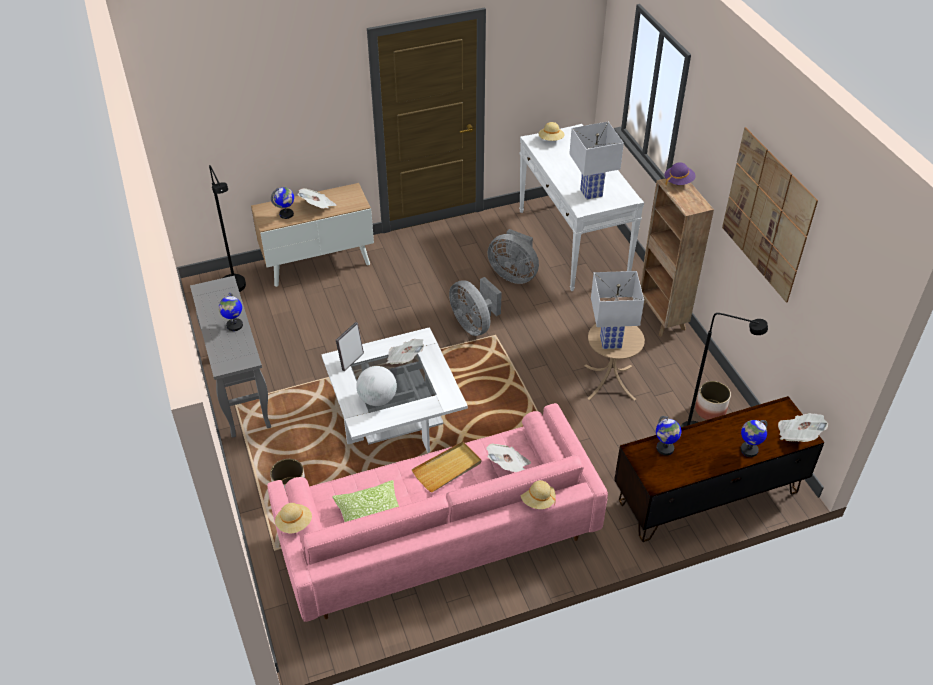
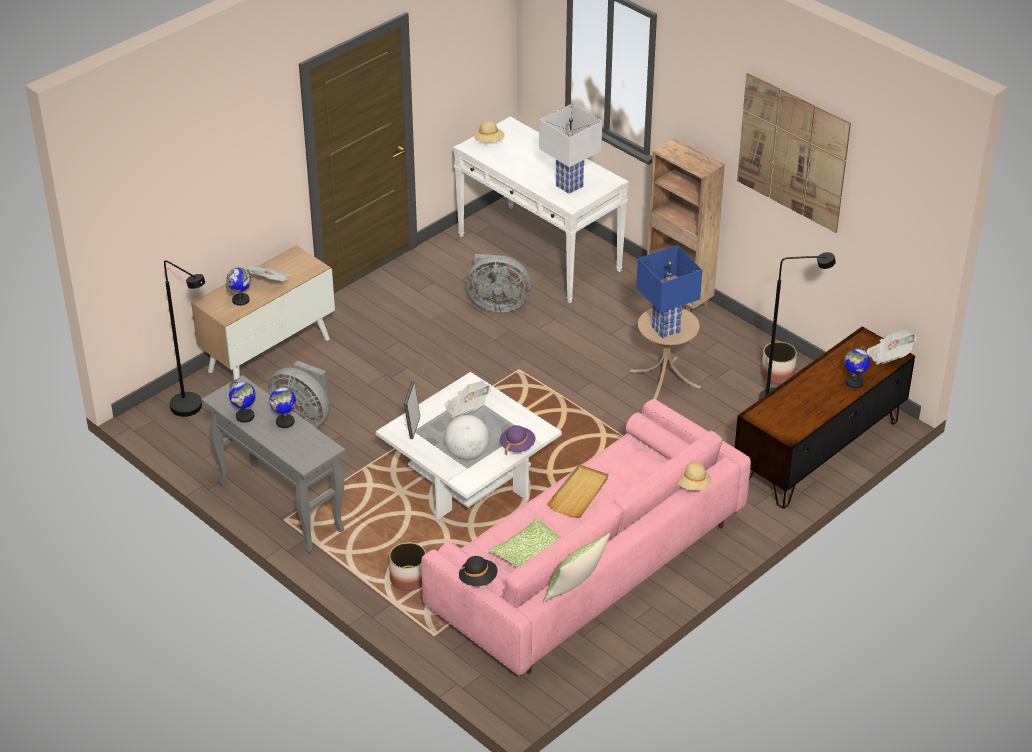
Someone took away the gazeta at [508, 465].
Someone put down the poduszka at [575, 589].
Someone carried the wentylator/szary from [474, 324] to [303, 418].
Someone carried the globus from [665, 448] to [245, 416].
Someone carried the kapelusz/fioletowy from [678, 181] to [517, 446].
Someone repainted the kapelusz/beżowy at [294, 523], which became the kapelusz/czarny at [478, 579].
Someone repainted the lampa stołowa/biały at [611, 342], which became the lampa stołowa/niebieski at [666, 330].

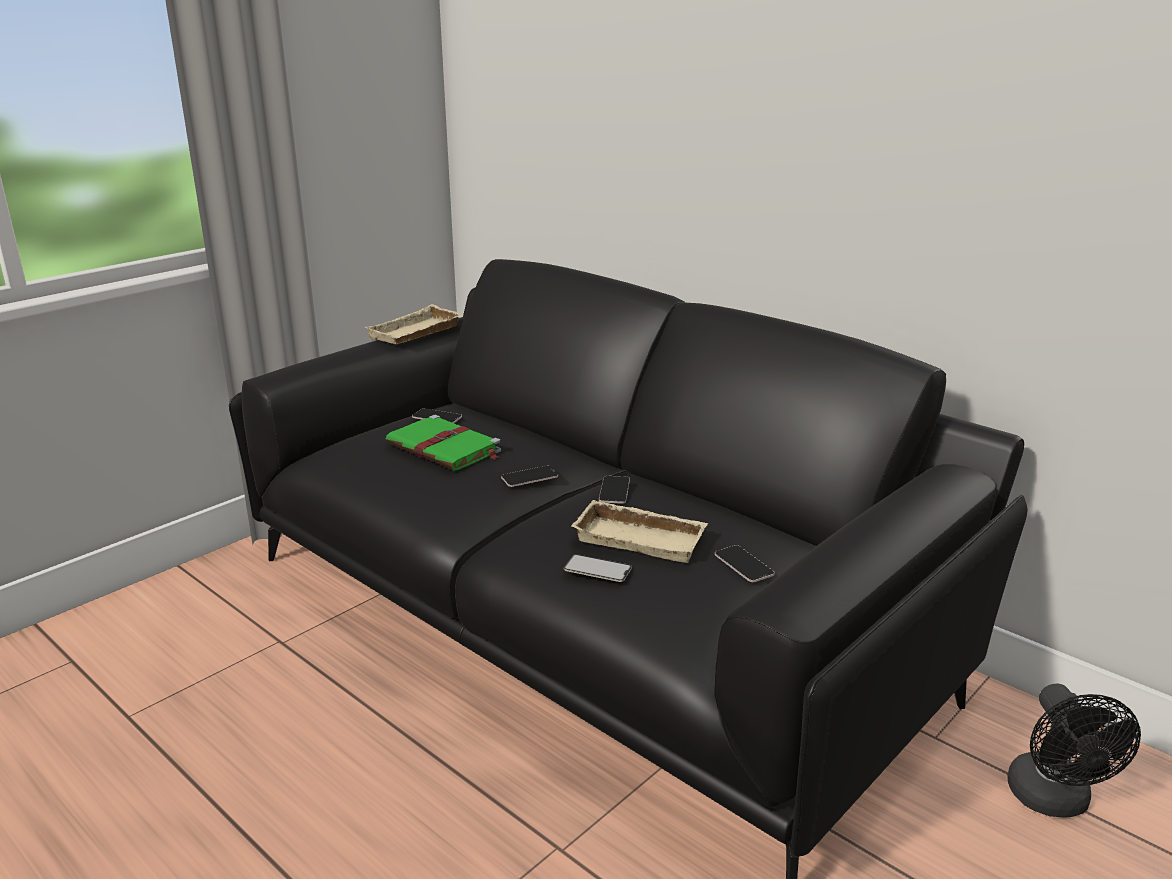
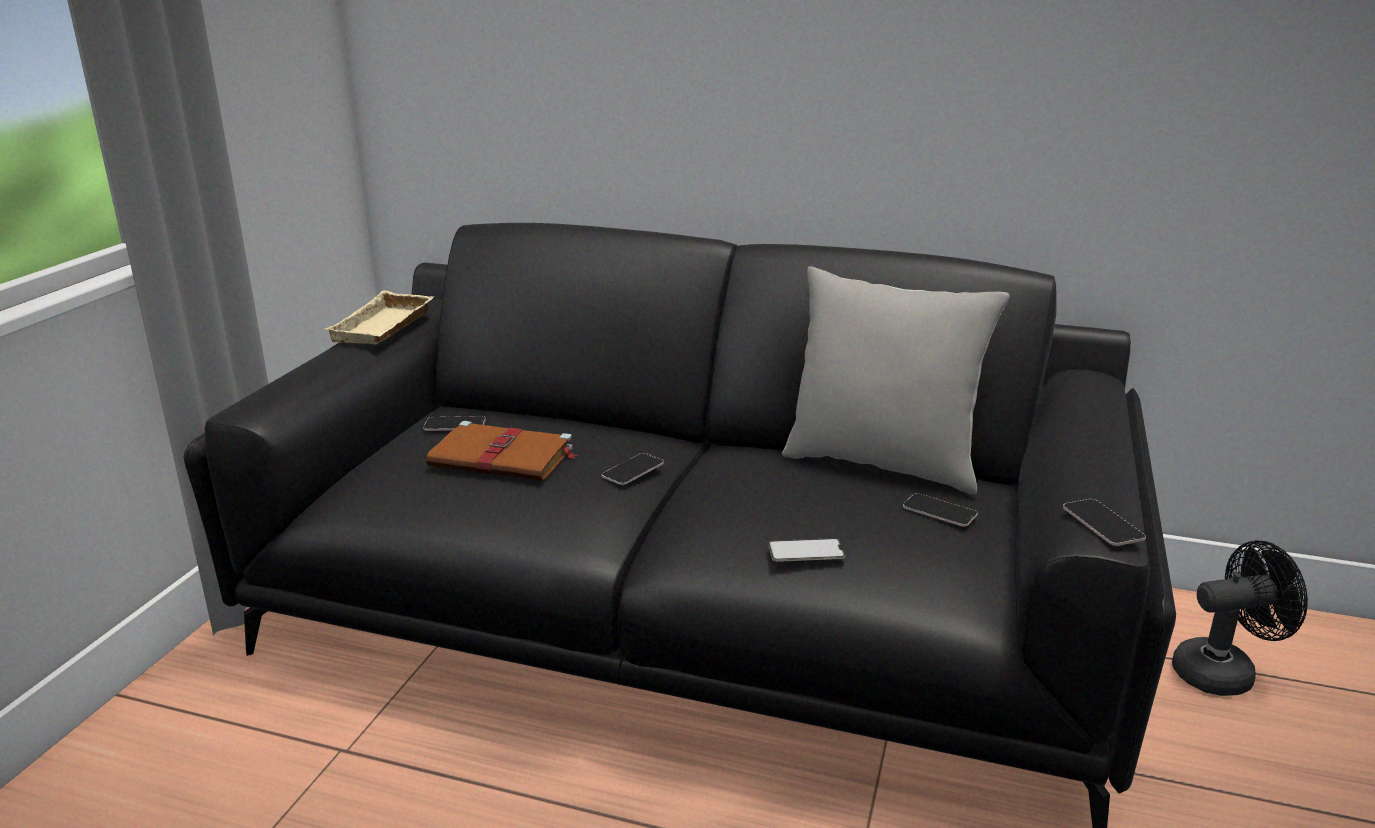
Someone took away the taca/beżowy at [642, 538].
Someone put down the poduszka/szary at [882, 463].
Someone carried the telefon from [614, 490] to [1102, 523].
Someone repainted the książka/zielony at [445, 448], which became the książka/brązowy at [504, 457].
Someone rotated the wentylator/czarny at [1054, 802] by 75 degrees counterclockwise.

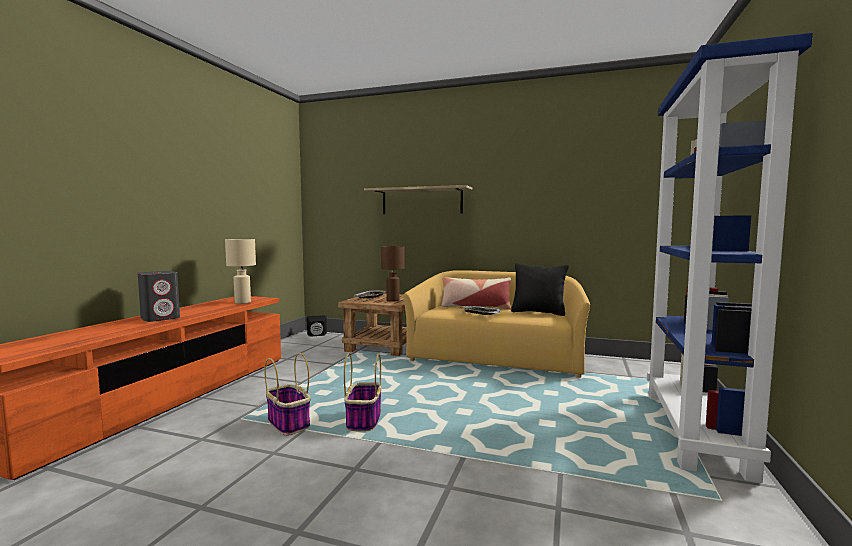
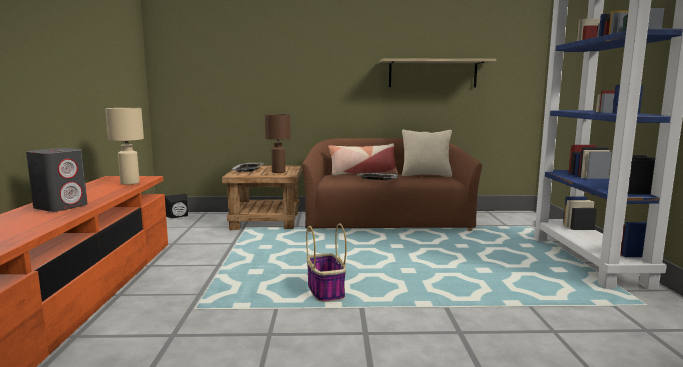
Someone took away the koszyk at [289, 424].
Someone carried the półka from [421, 201] to [432, 74].
Someone repainted the kanapa/żółty at [496, 358], which became the kanapa/brązowy at [386, 222].
Someone repainted the poduszka/czarny at [538, 312], which became the poduszka/beżowy at [426, 175].

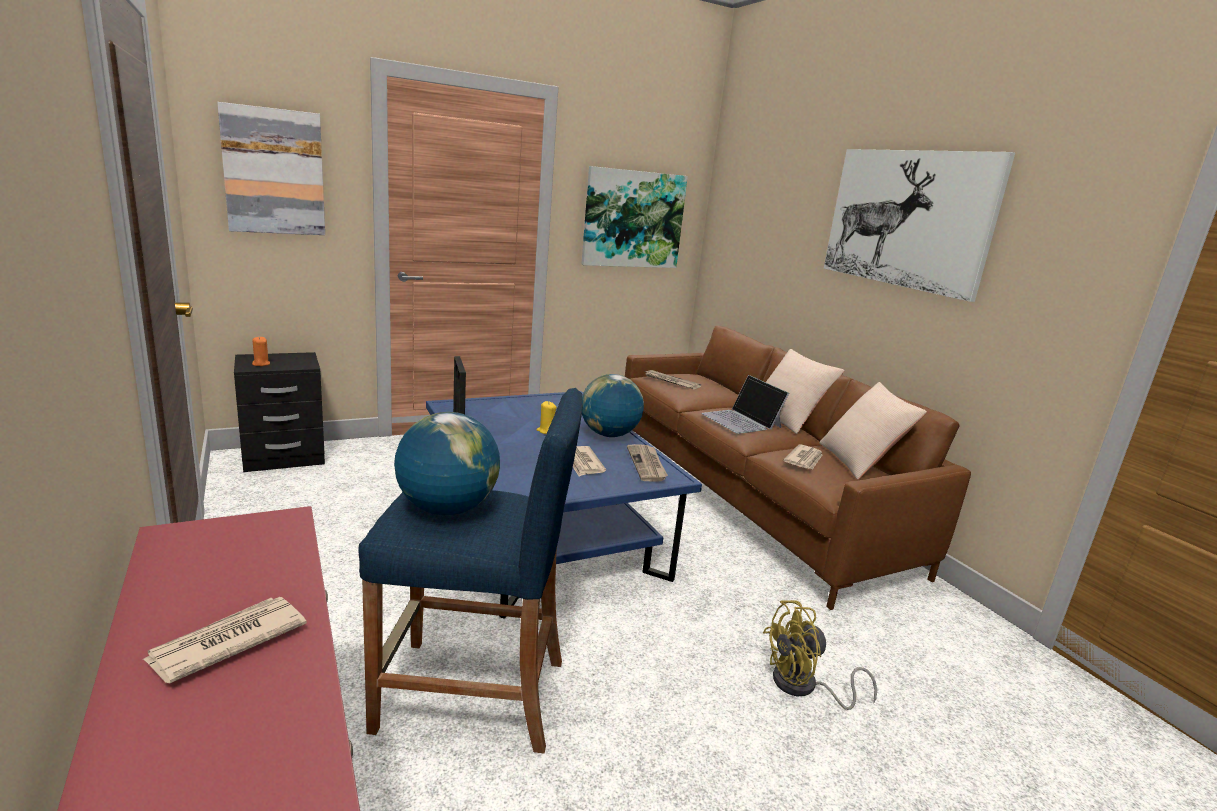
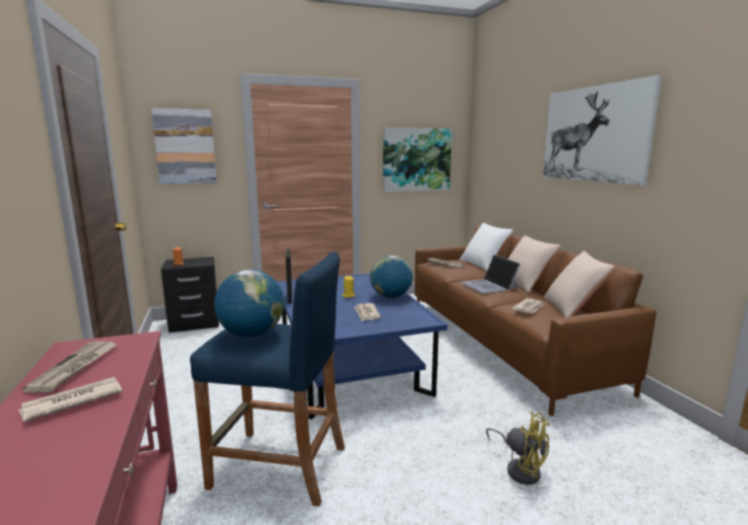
Someone put down the poduszka/biały at [484, 264].
Someone carried the gazeta from [647, 465] to [75, 368].
Someone rotated the wentylator/żółty at [803, 687] by 135 degrees counterclockwise.

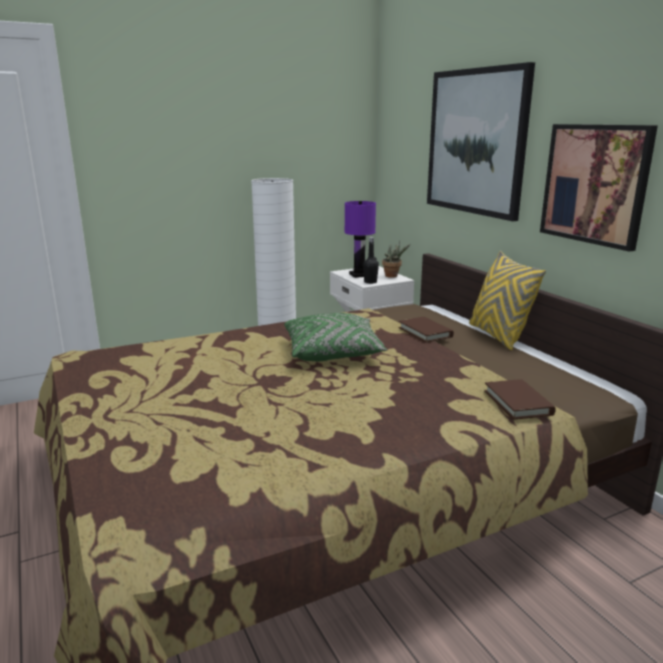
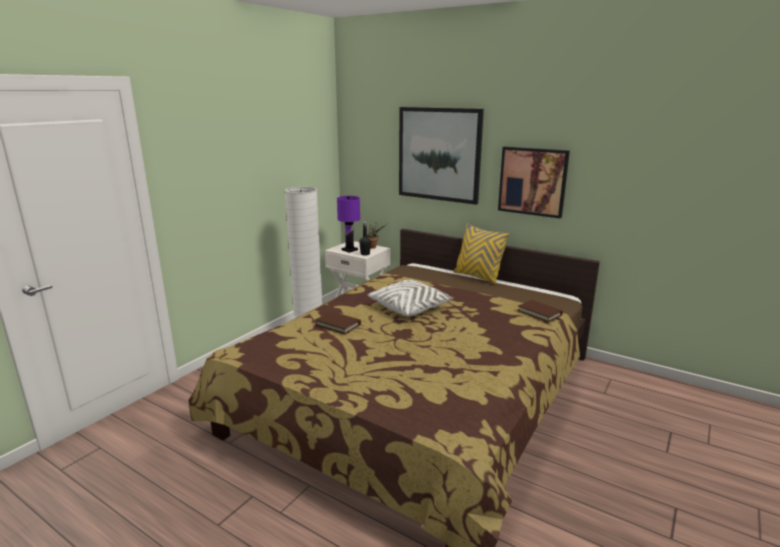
Someone carried the książka/brązowy from [425, 332] to [338, 325].
Someone repainted the poduszka/zielony at [333, 352], which became the poduszka/biały at [410, 307].

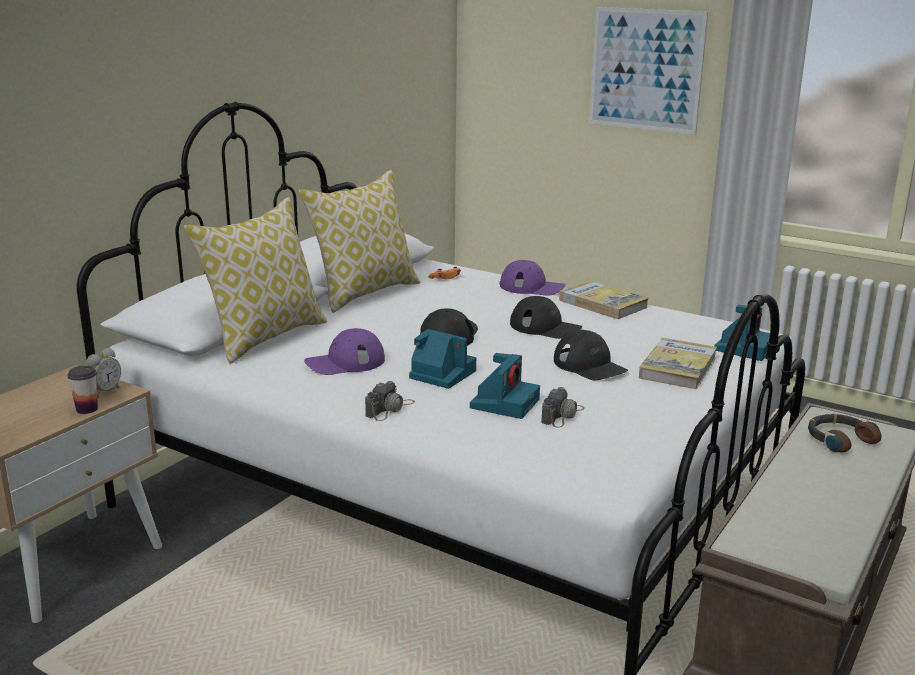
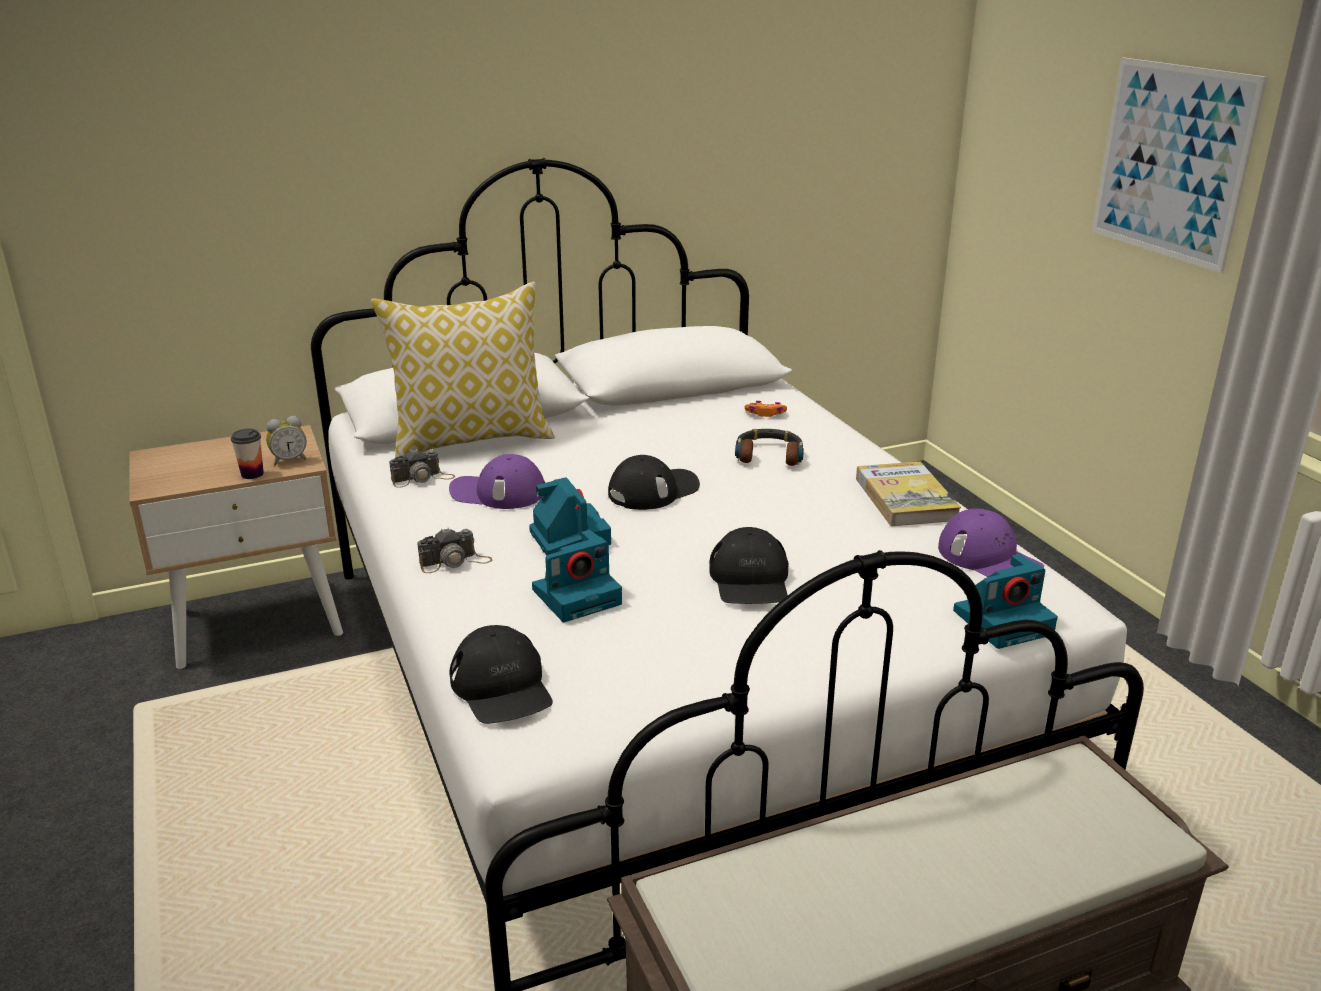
Someone took away the poduszka at [364, 293].
Someone took away the książka at [678, 367].
Someone carried the czapka z daszkiem/fioletowy from [532, 287] to [989, 558].
Someone carried the czapka z daszkiem/czarny from [545, 327] to [502, 687].
Someone carried the aparat fotograficzny from [563, 415] to [422, 478].
Someone carried the słuchawki from [839, 439] to [769, 455].

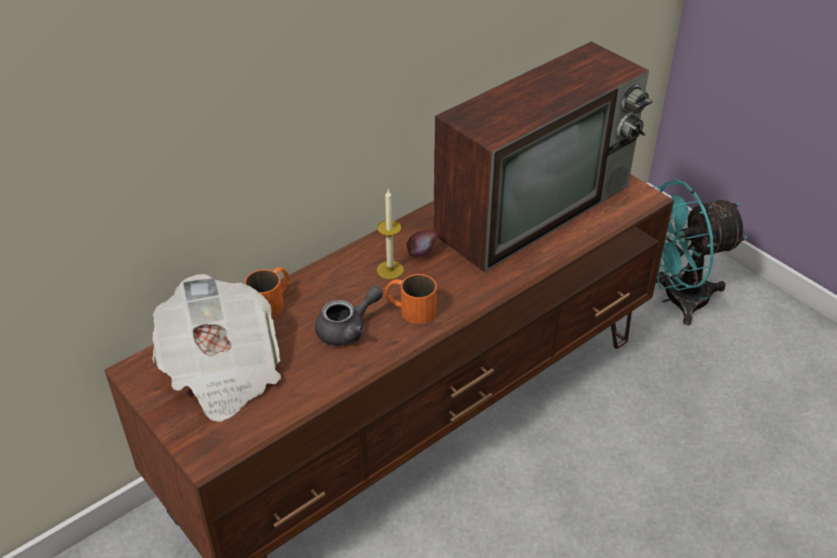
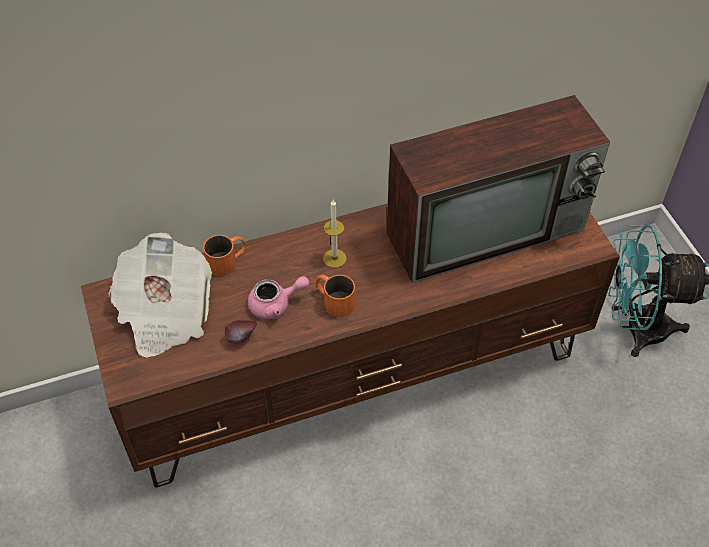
Someone carried the jabłko from [422, 253] to [241, 338].
Someone repainted the imbryk/szary at [348, 329], which became the imbryk/różowy at [276, 304].

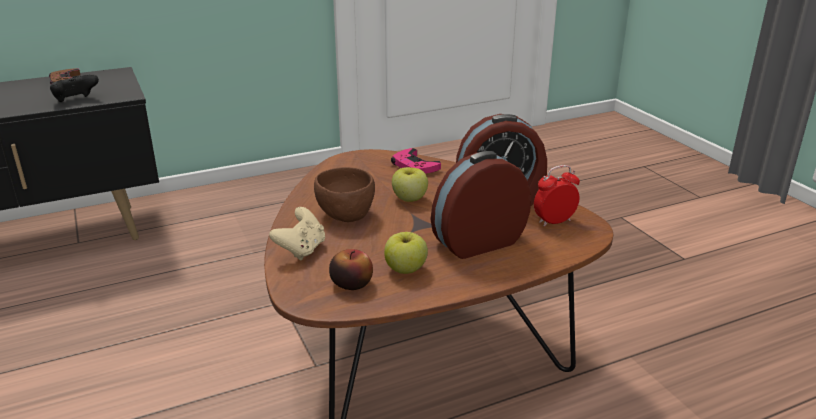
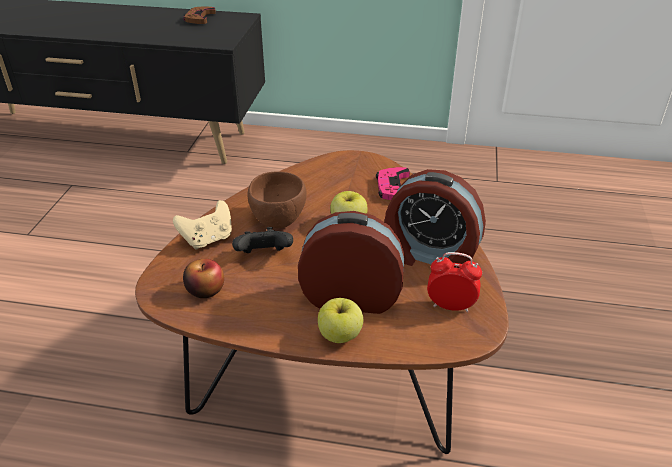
Someone carried the pad do gier/czarny from [76, 101] to [264, 256].
Someone carried the jabłko from [406, 269] to [340, 335].

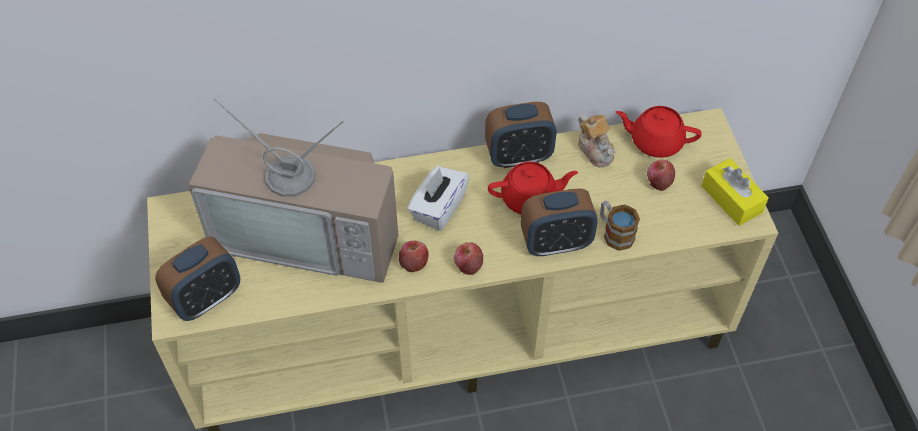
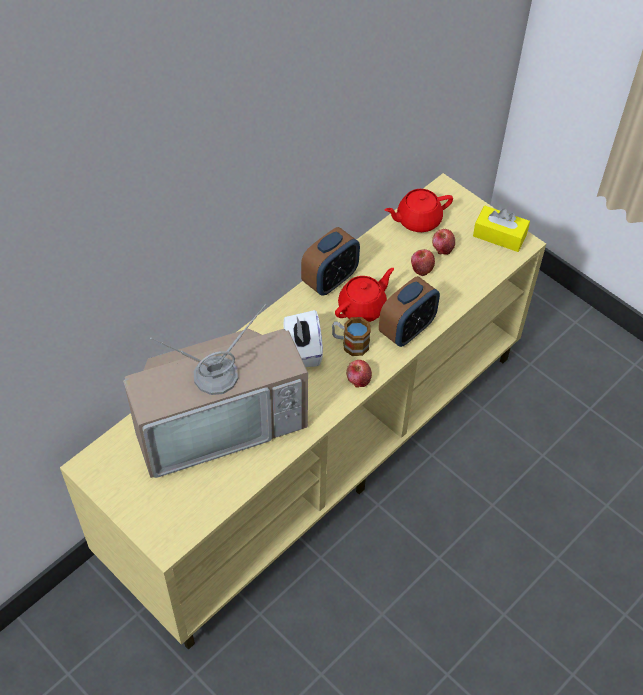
Someone took away the budzik at [206, 298].
Someone took away the imbryk at [595, 150].
Someone carried the jabłko from [414, 262] to [421, 268].
Someone carried the kubek from [614, 233] to [350, 343].

